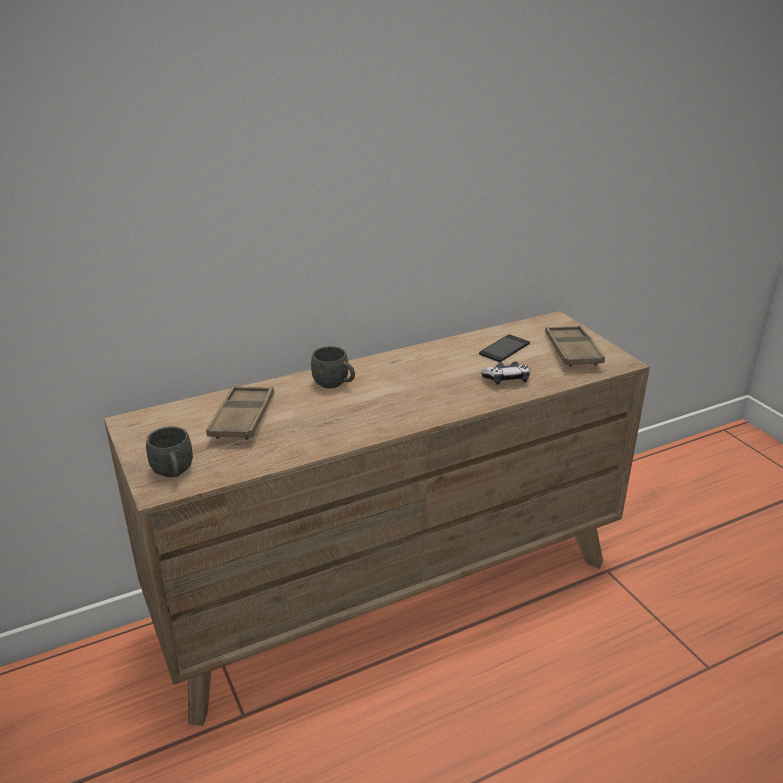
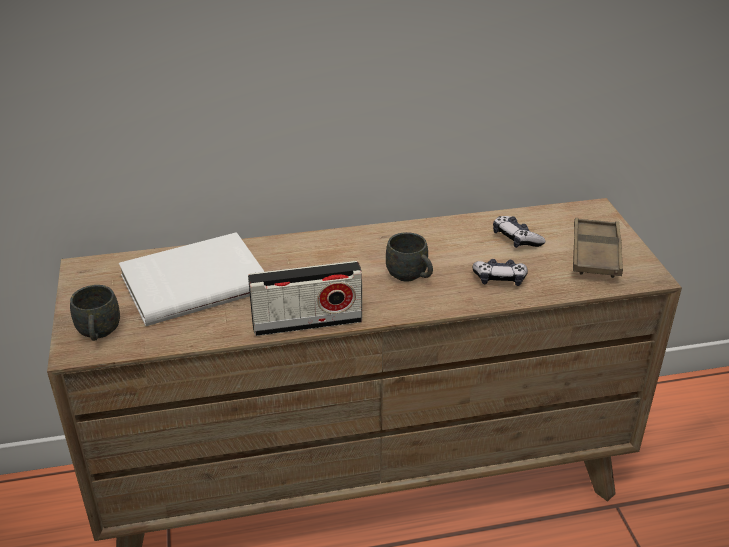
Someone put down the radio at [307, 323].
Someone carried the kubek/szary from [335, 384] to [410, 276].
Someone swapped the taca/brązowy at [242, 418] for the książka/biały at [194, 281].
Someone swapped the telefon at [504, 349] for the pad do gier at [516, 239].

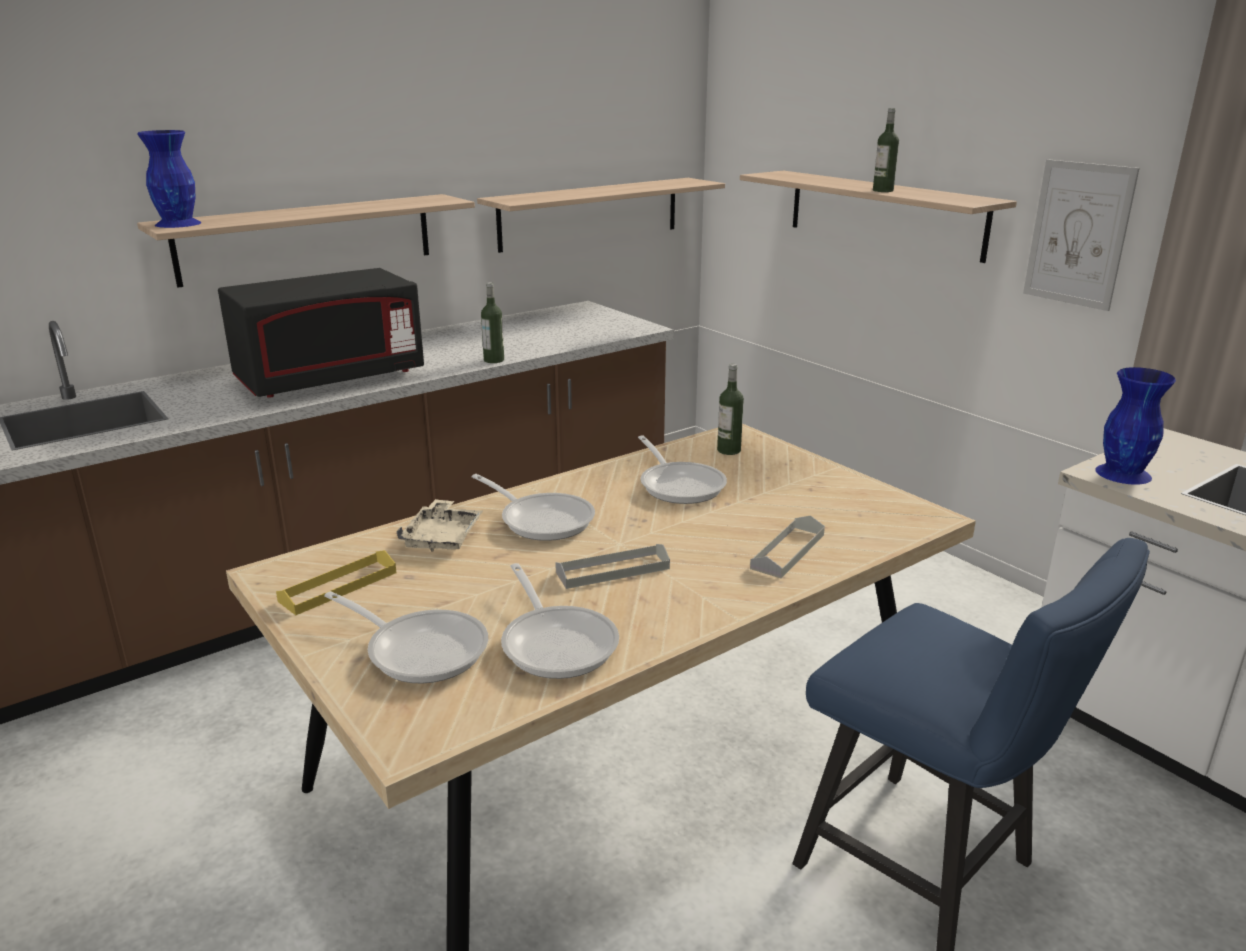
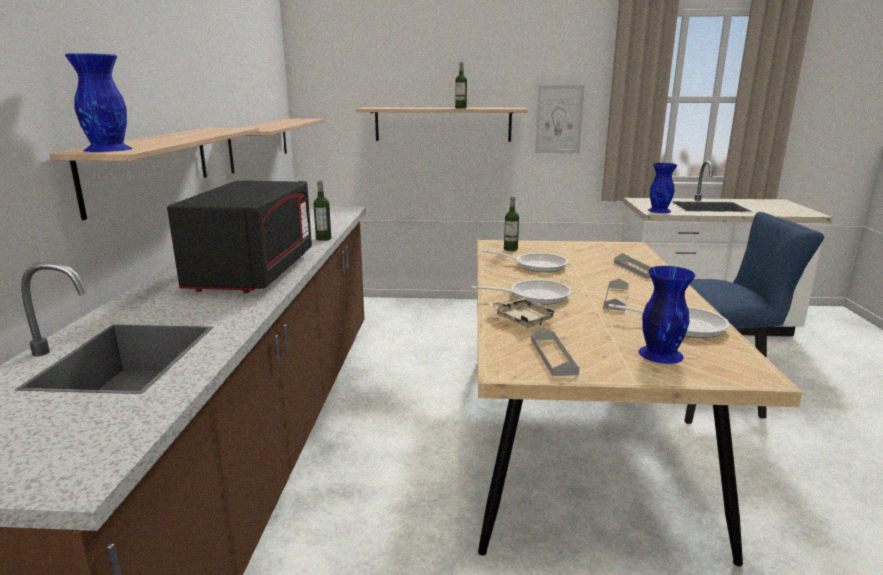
Someone swapped the patelnia at [420, 649] for the wazon/niebieski at [660, 353].
Someone repainted the taca/żółty at [338, 587], which became the taca/szary at [553, 356].

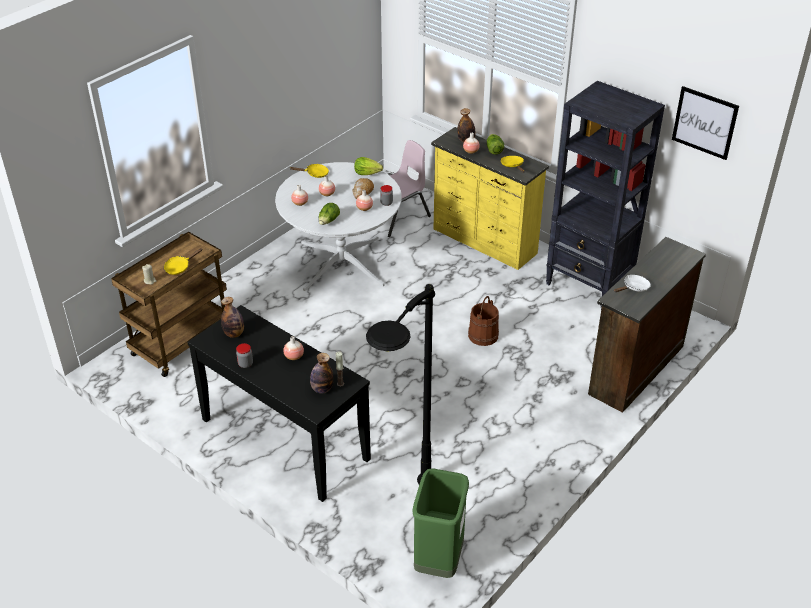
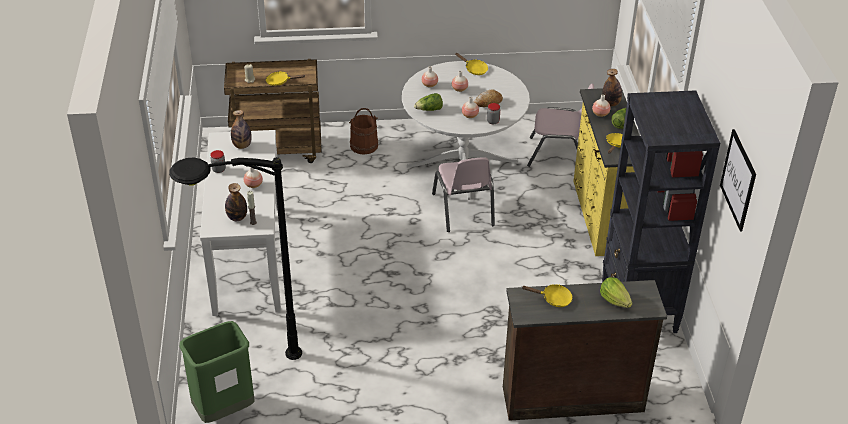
Someone put down the krzesło/różowy at [463, 210].
Someone carried the sałata from [367, 173] to [614, 300].
Someone carried the wiadro/brązowy from [483, 335] to [364, 146].
Someone repainted the stolik konsolowy/czarny at [284, 439], which became the stolik konsolowy/biały at [248, 259].
Someone repainted the patelnia/biały at [634, 288], which became the patelnia/żółty at [553, 299].

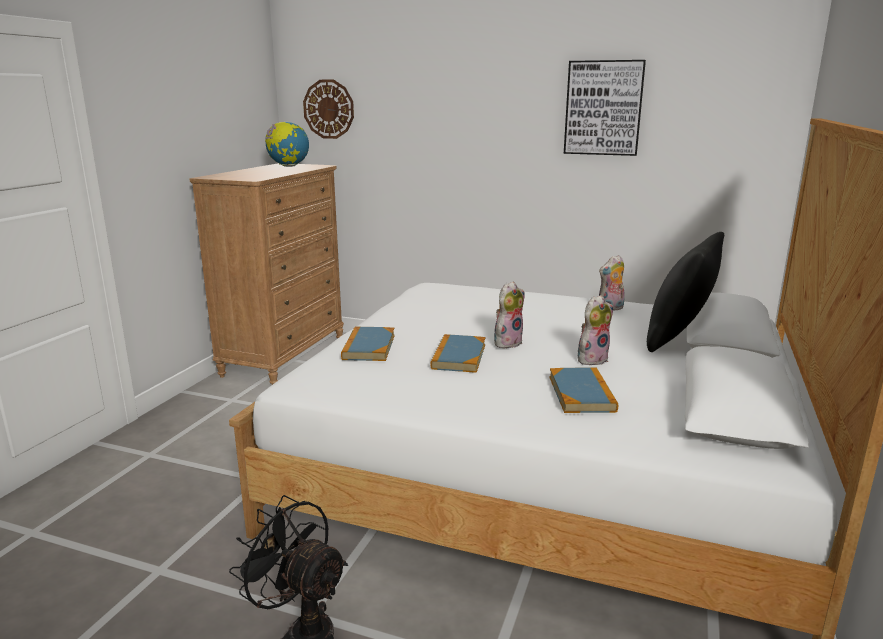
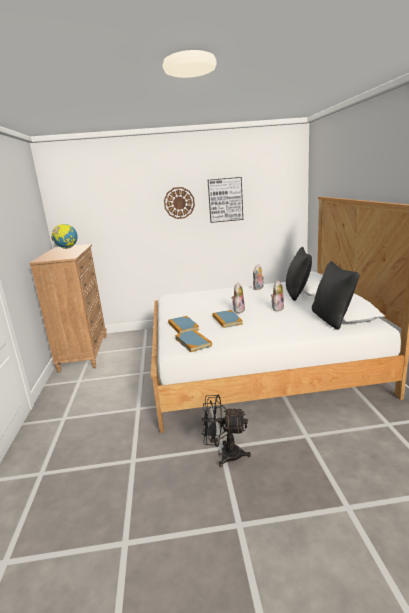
Someone put down the poduszka/czarny at [332, 319].
Someone carried the zegar ścienny from [328, 109] to [179, 203].
Someone carried the książka from [581, 394] to [193, 342].

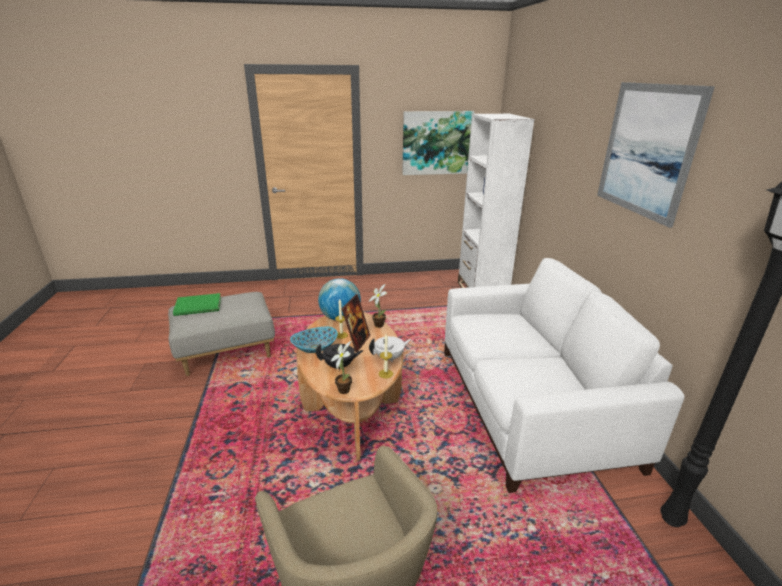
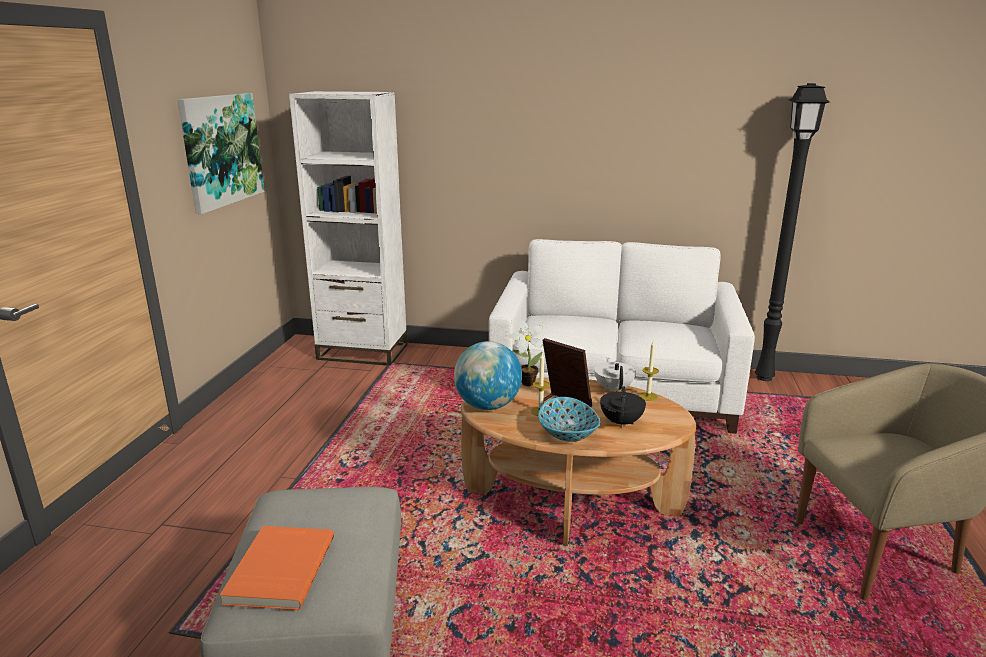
Someone took away the roślina doniczkowa at [344, 389].
Someone took away the obraz at [647, 150].
Someone repainted the książka/zielony at [198, 306], which became the książka/pomarańczowy at [278, 570].

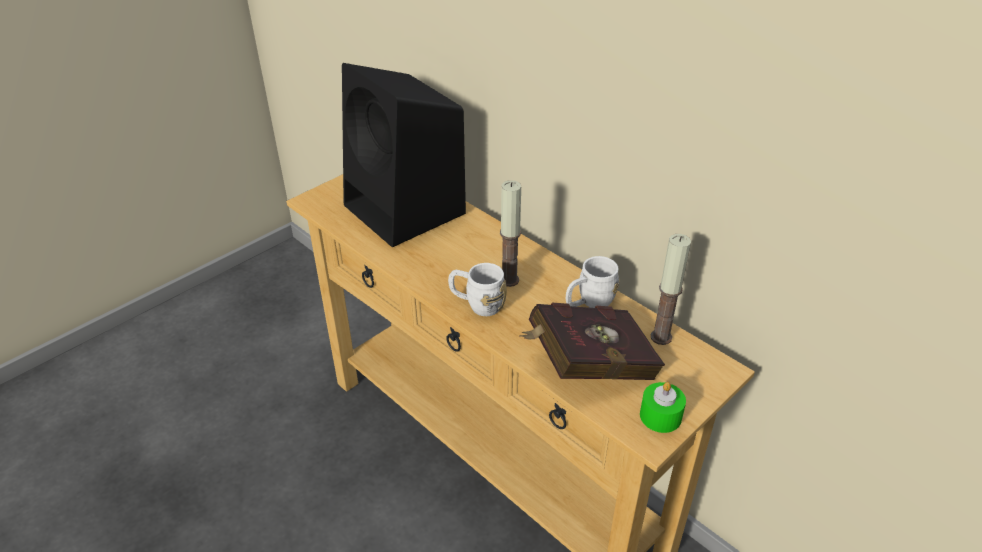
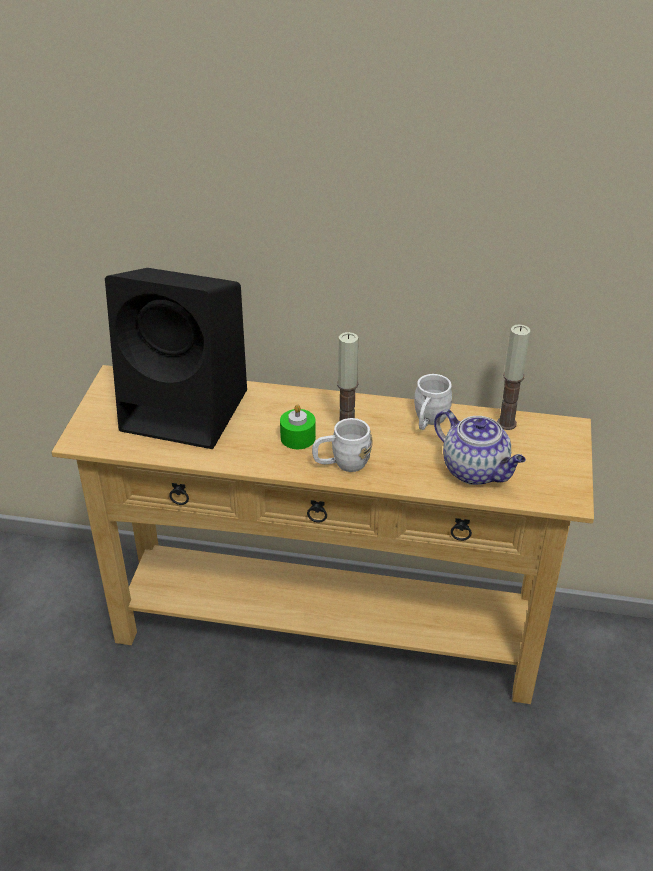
Someone carried the świeca/zielony from [660, 416] to [298, 438].
Someone swapped the książka/czerwony at [586, 366] for the imbryk at [476, 471].

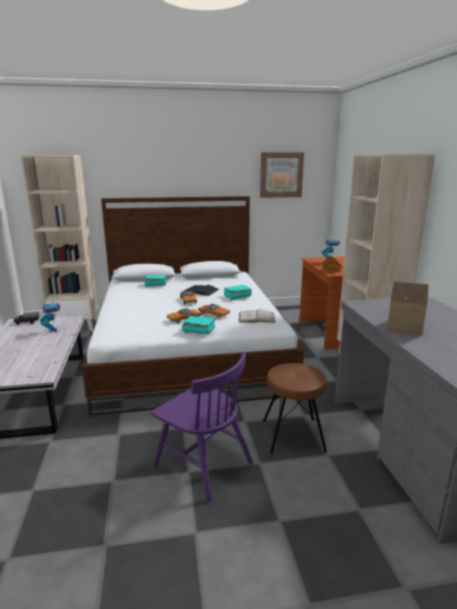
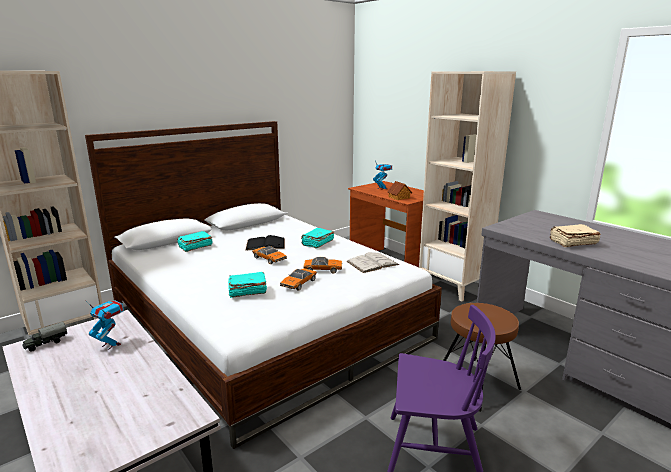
Someone took away the obraz at [281, 175].
Someone carried the książka/turkusowy from [198, 330] to [247, 291].
Someone swapped the domek at [403, 326] for the książka/beżowy at [572, 242].

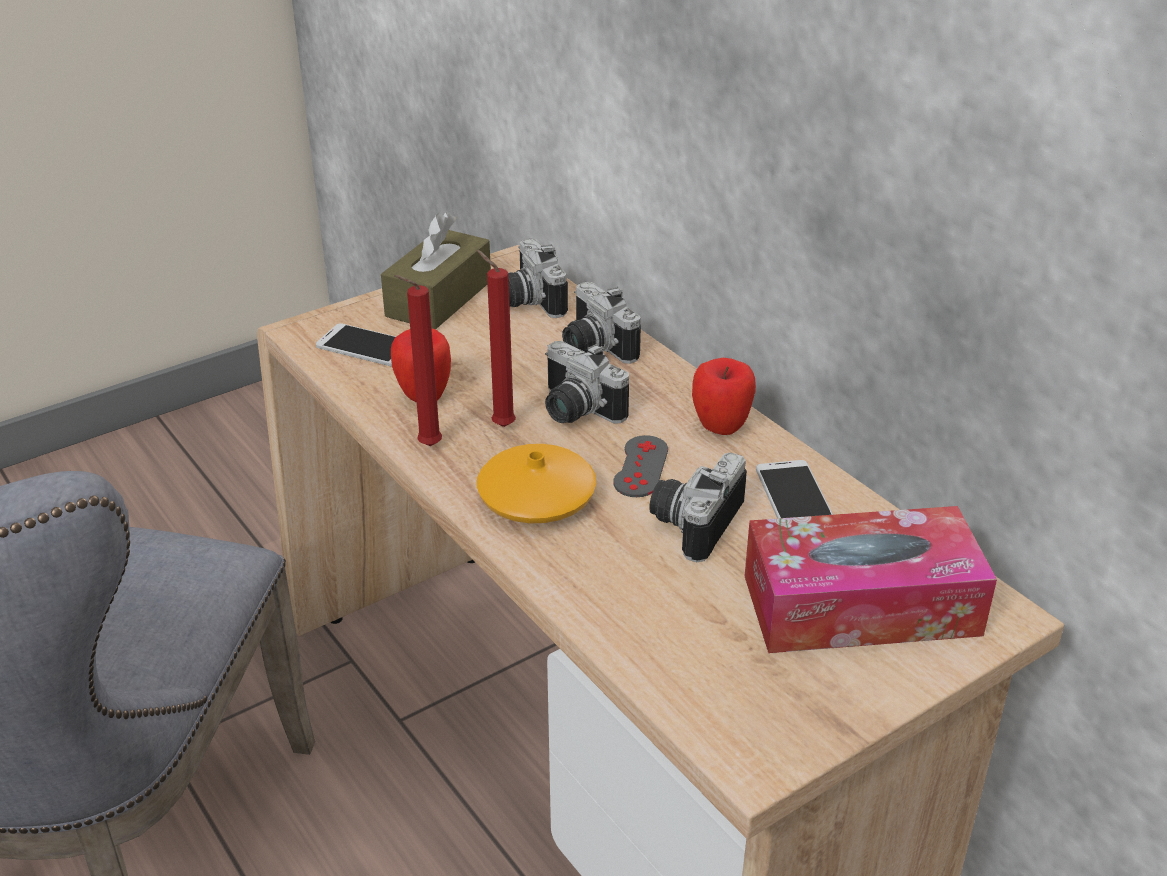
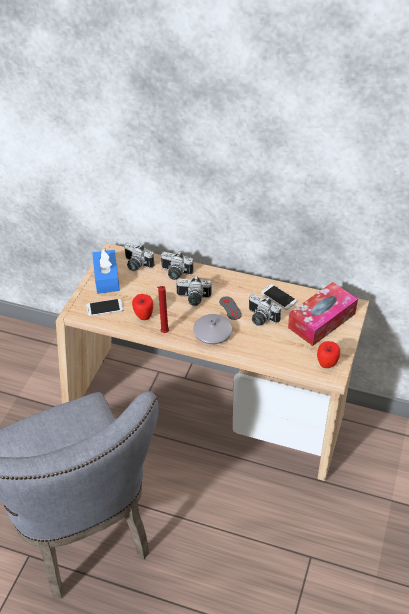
Someone took away the świeca/czerwony at [500, 425].
Someone carried the jabłko from [720, 429] to [326, 365].
Someone repainted the pudełko chusteczek/brązowy at [439, 299], which became the pudełko chusteczek/niebieski at [106, 278].
Someone repainted the wazon/pomarańczowy at [536, 498], which became the wazon/szary at [213, 333].
Someone rotated the aparat fotograficzny at [692, 522] by 45 degrees counterclockwise.

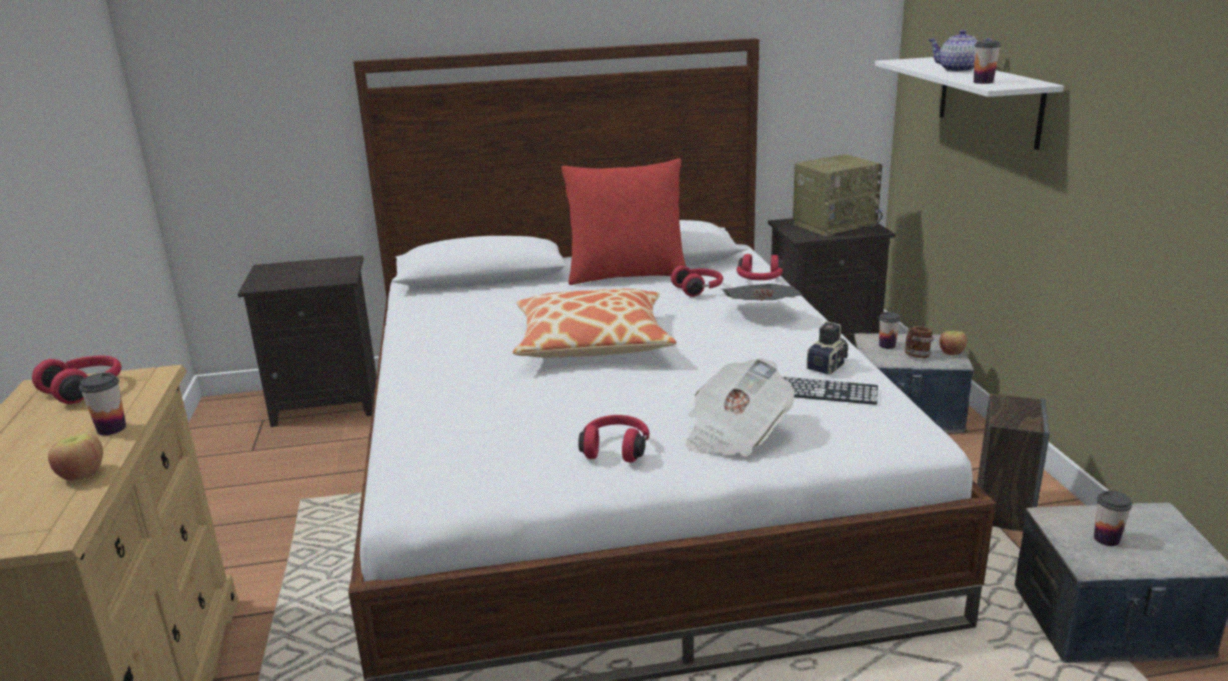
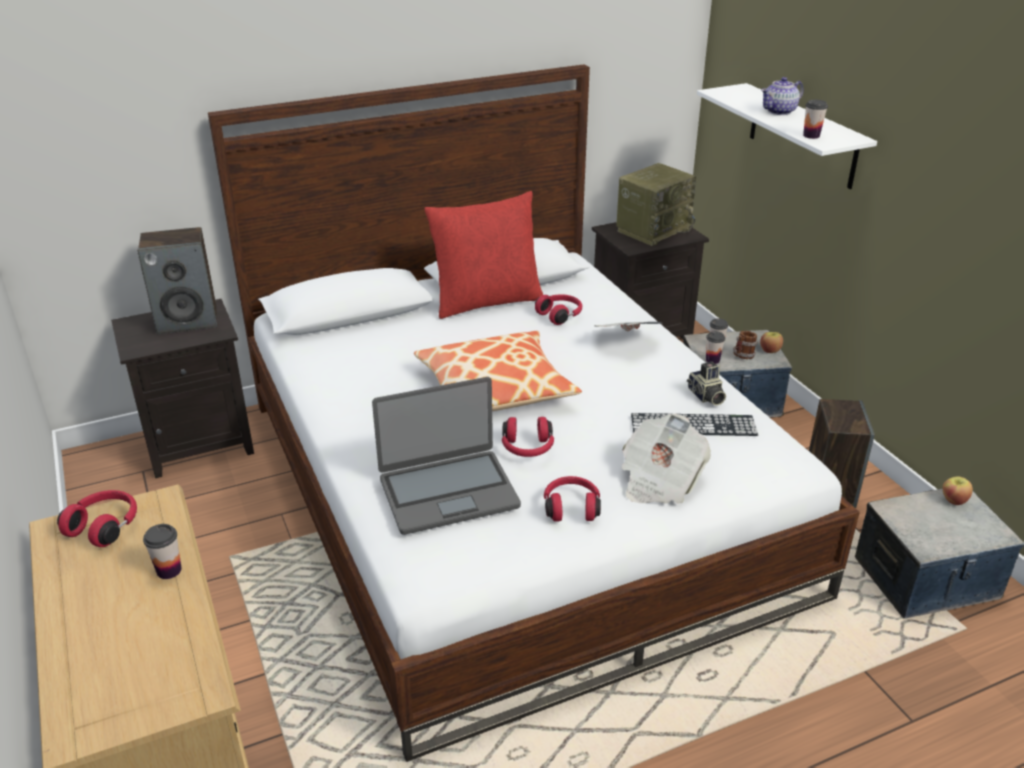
Someone put down the głośnik at [188, 320].
Someone put down the laptop at [448, 492].
Someone carried the jabłko from [82, 475] to [953, 500].
Someone carried the słuchawki/czerwony from [759, 280] to [527, 448].
Someone carried the filiżanka from [1106, 539] to [712, 360].
Someone rotated the aparat fotograficzny at [829, 365] by 135 degrees clockwise.
Someone rotated the imbryk at [959, 70] by 45 degrees counterclockwise.

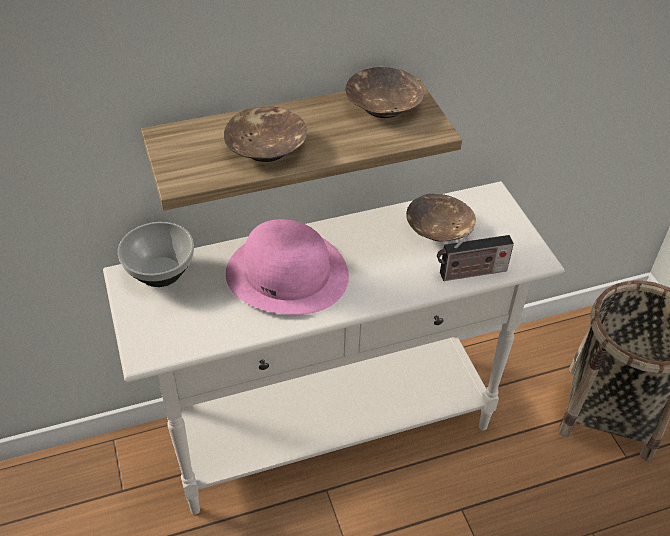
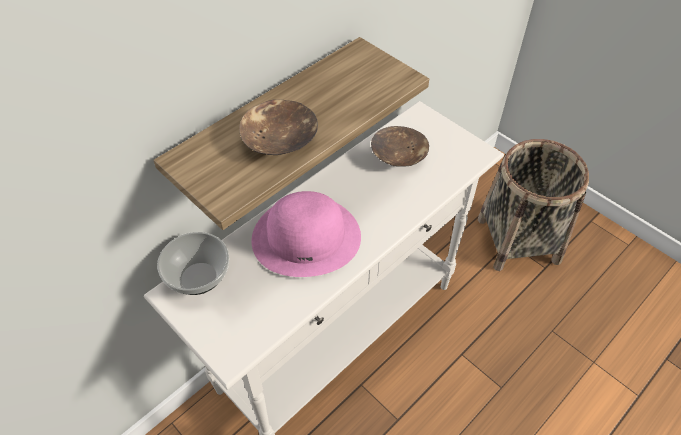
Someone took away the miska/brązowy at [382, 106].
Someone took away the radio at [470, 273].

